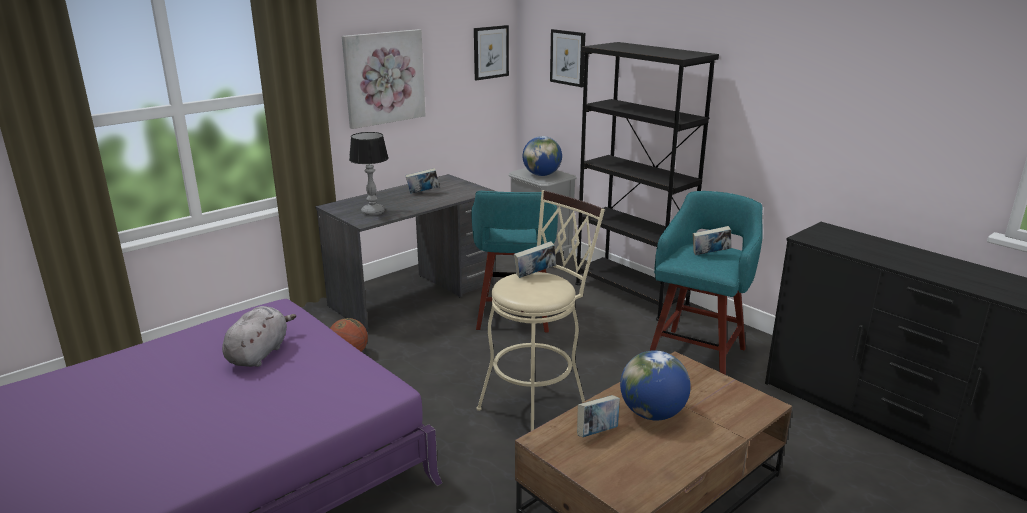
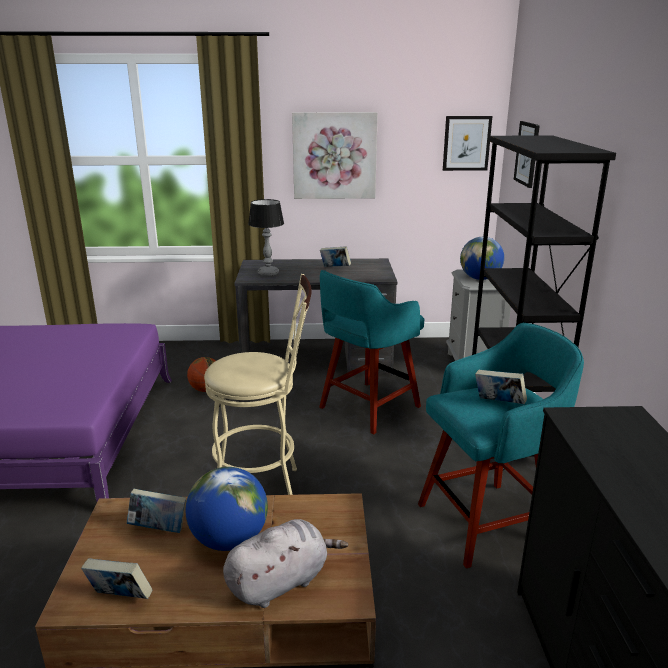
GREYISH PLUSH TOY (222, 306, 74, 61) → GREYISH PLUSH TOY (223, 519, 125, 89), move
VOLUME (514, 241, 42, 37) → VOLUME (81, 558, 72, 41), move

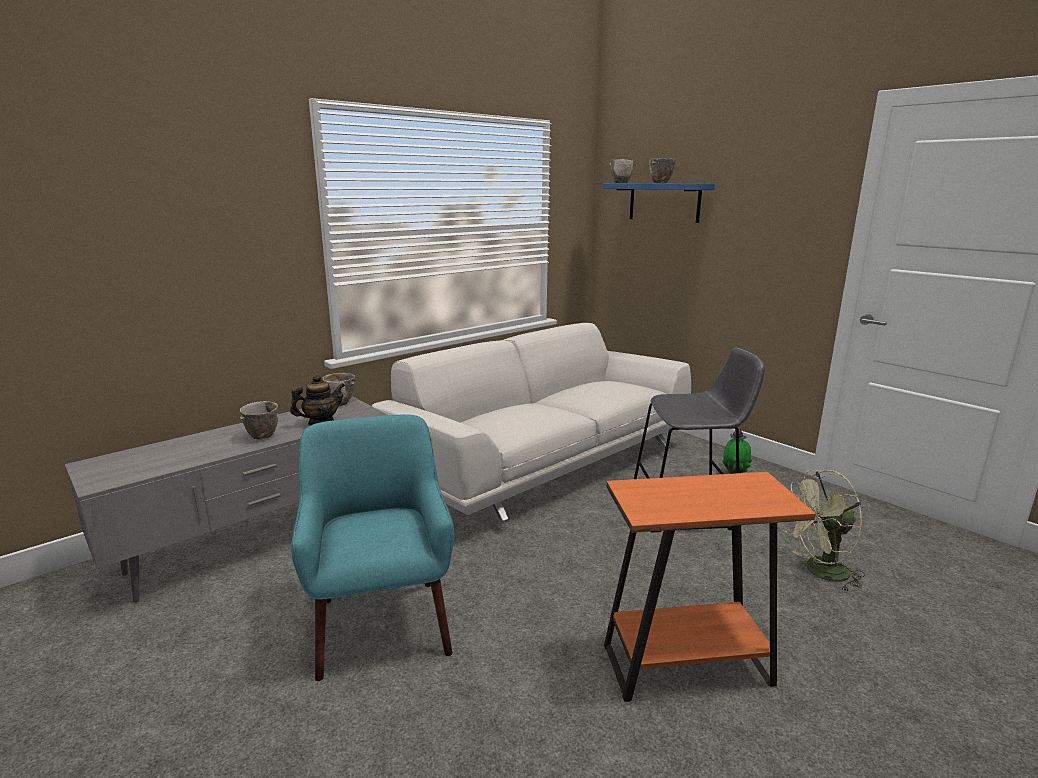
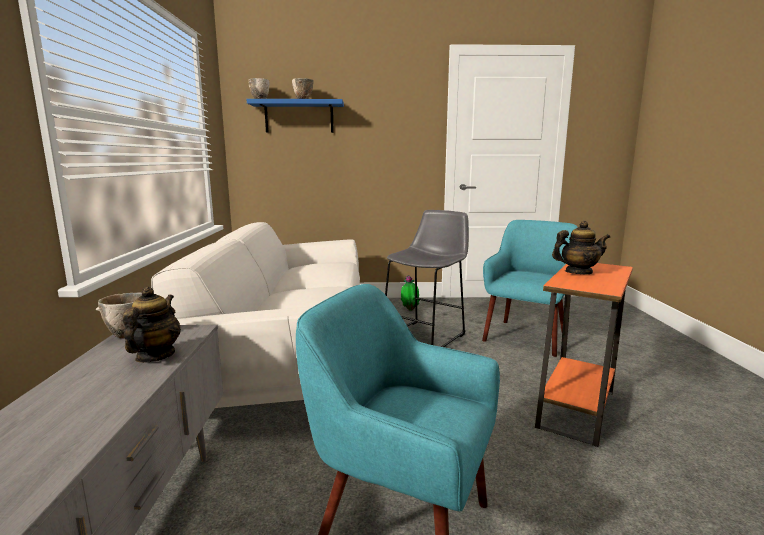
BOWL (240, 401, 38, 38) → -
- → TEAPOT (552, 221, 58, 53)
GREENISH ELECTRIC FAN (785, 469, 80, 122) → BLUE-GREEN LOUNGE CHAIR (482, 220, 95, 137)

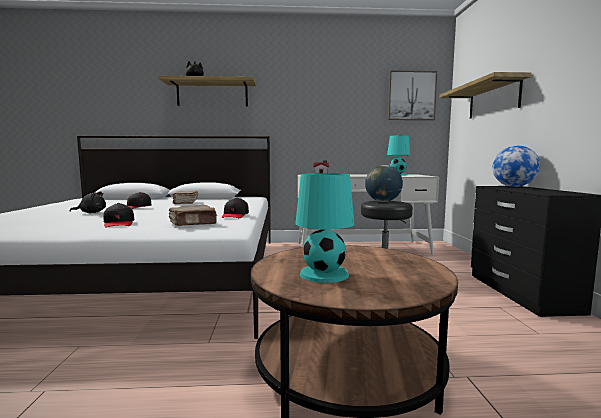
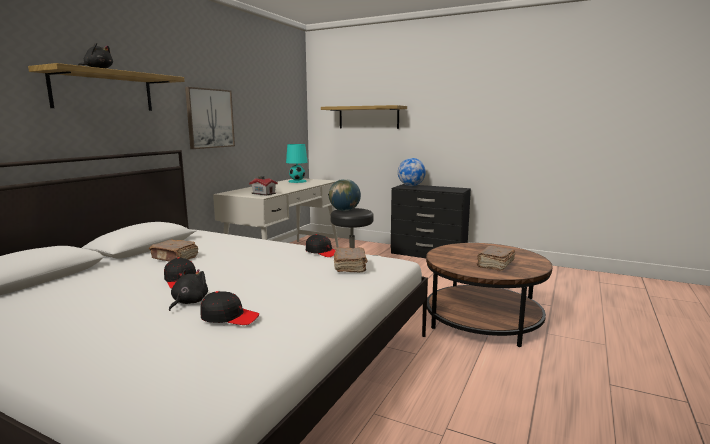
BLACK CAP (103, 203, 31, 25) → BLACK CAP (200, 291, 59, 34), move
WALL PICTURE (388, 70, 49, 50) → WALL PICTURE (185, 87, 50, 62), move
BLUE-GREEN TABLE LAMP (295, 173, 59, 110) → BROWN VOLUME (477, 246, 38, 25)

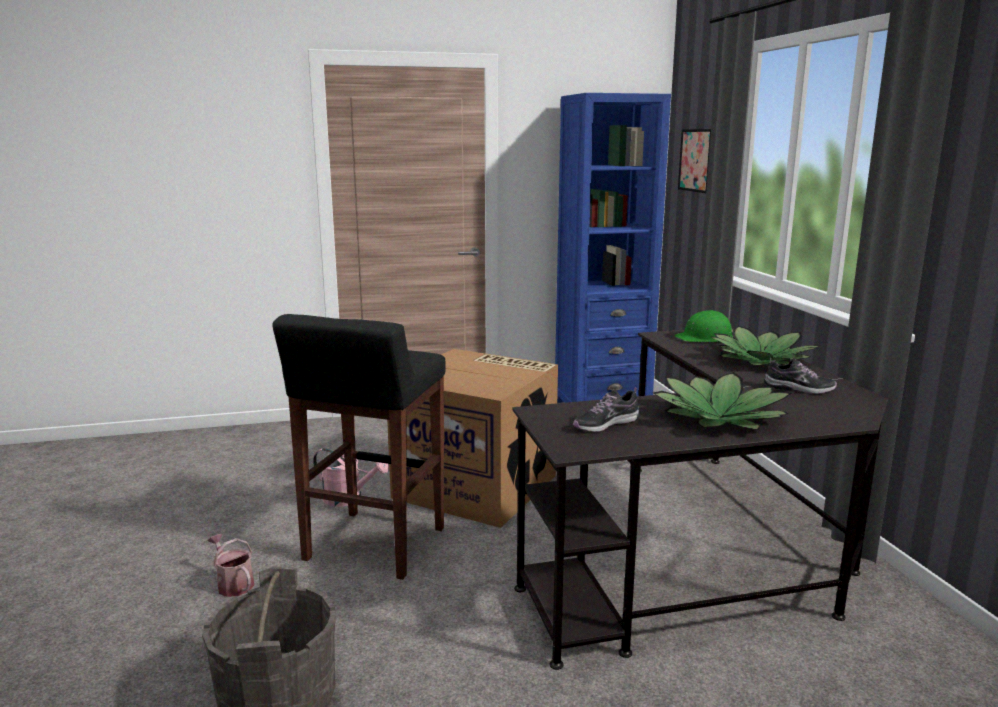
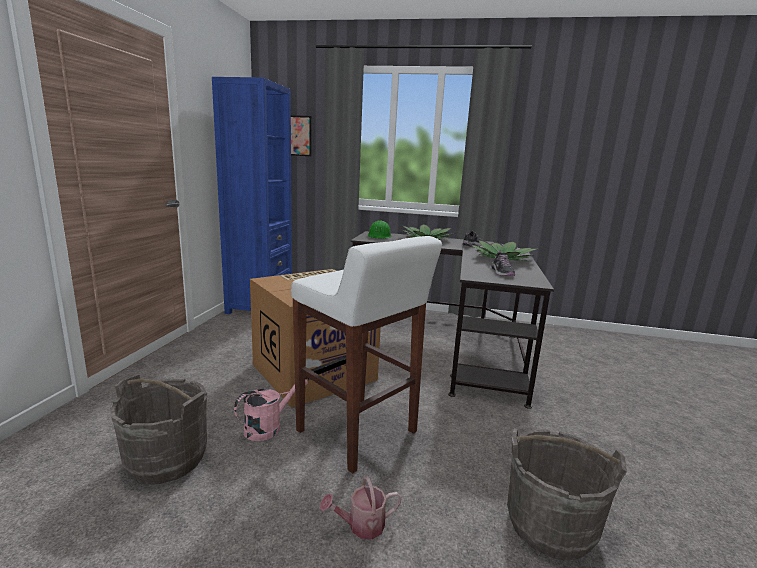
- → GREYISH WATER BUCKET (110, 375, 97, 109)
BLACK SITTING STOOL (272, 314, 174, 266) → WHITE-COLOURED SITTING STOOL (291, 236, 151, 238)

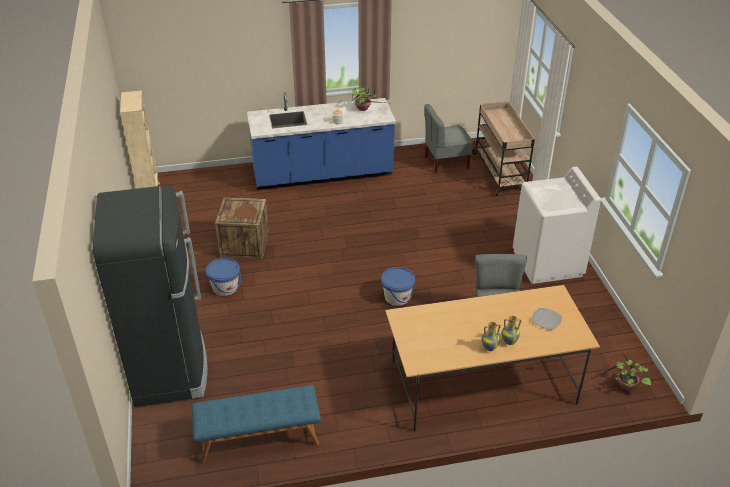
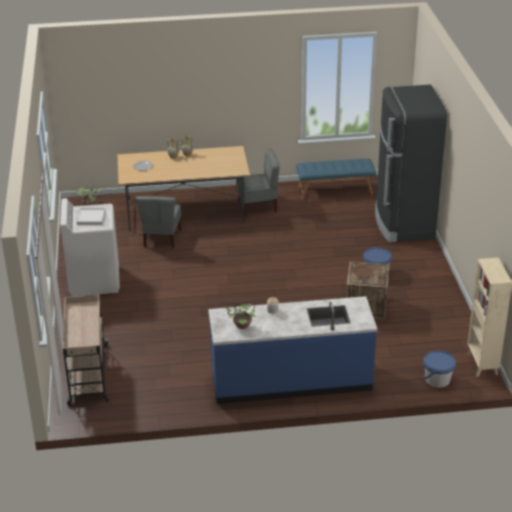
- → WHITE-COLOURED TRAY (76, 208, 30, 17)
BLUE WATER BUCKET (381, 267, 34, 39) → BLUE WATER BUCKET (423, 351, 33, 37), move
GREYISH PLAIN CHAIR (424, 104, 49, 69) → GREYISH PLAIN CHAIR (237, 148, 43, 69), move

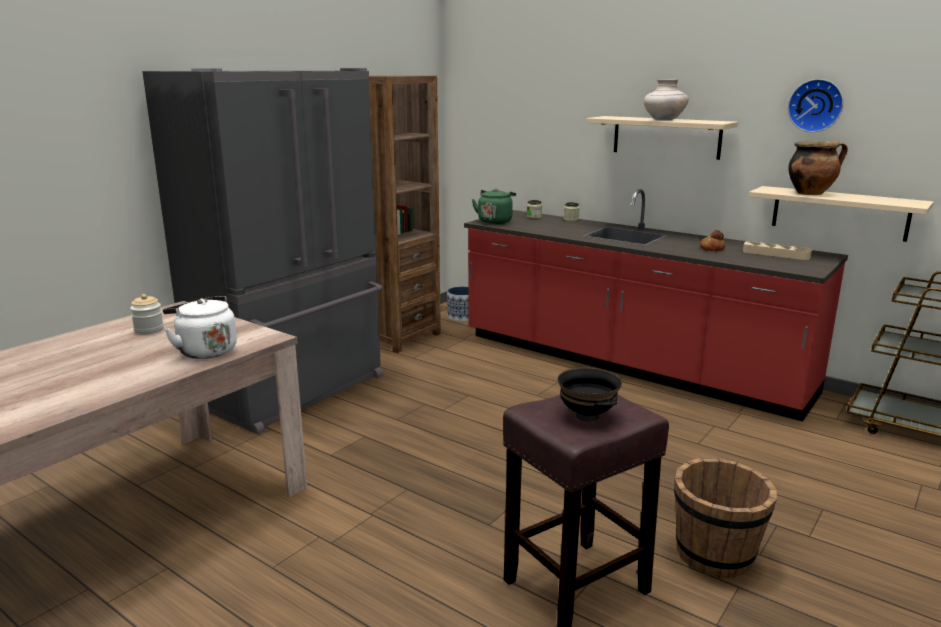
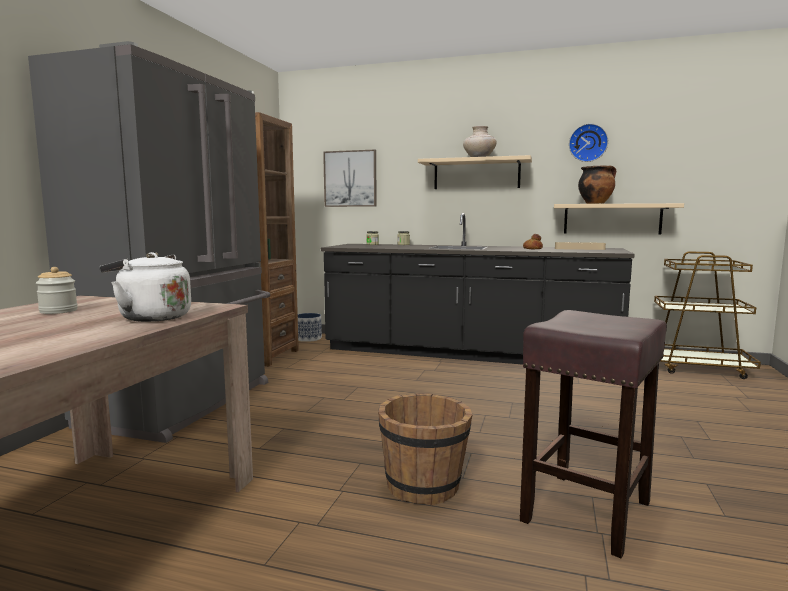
GREENISH KETTLE (472, 189, 44, 35) → -
BLACK BOWL (558, 368, 64, 53) → -
- → WALL PICTURE (323, 150, 54, 57)
BROWN WATER BUCKET (674, 458, 103, 120) → BROWN WATER BUCKET (378, 393, 94, 112), move
RED-COLOURED KITCHEN COUNTER (464, 189, 384, 233) → BLACK KITCHEN COUNTER (321, 213, 313, 152)

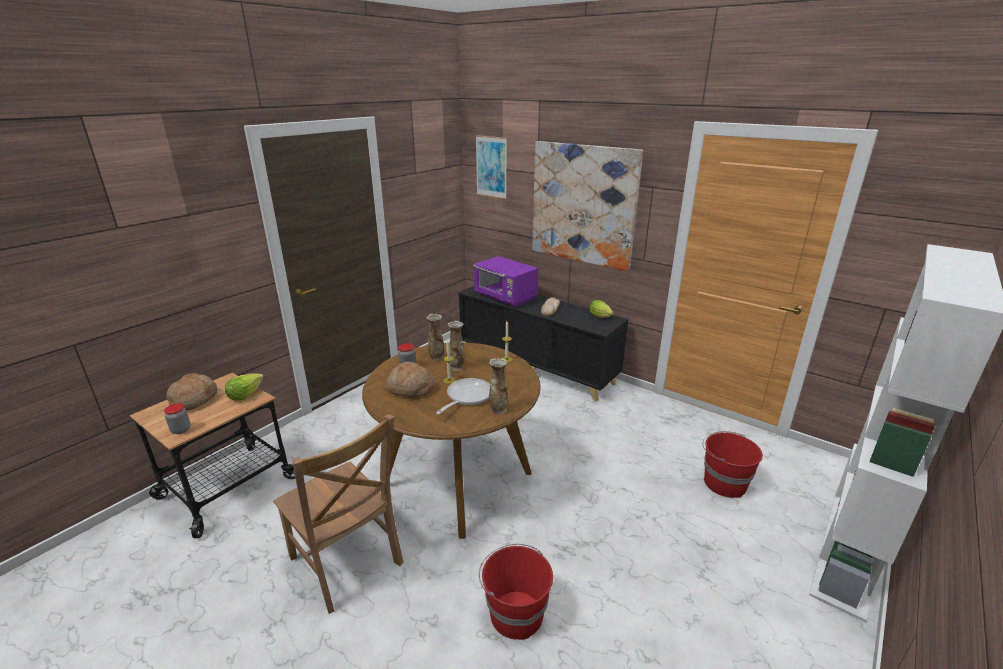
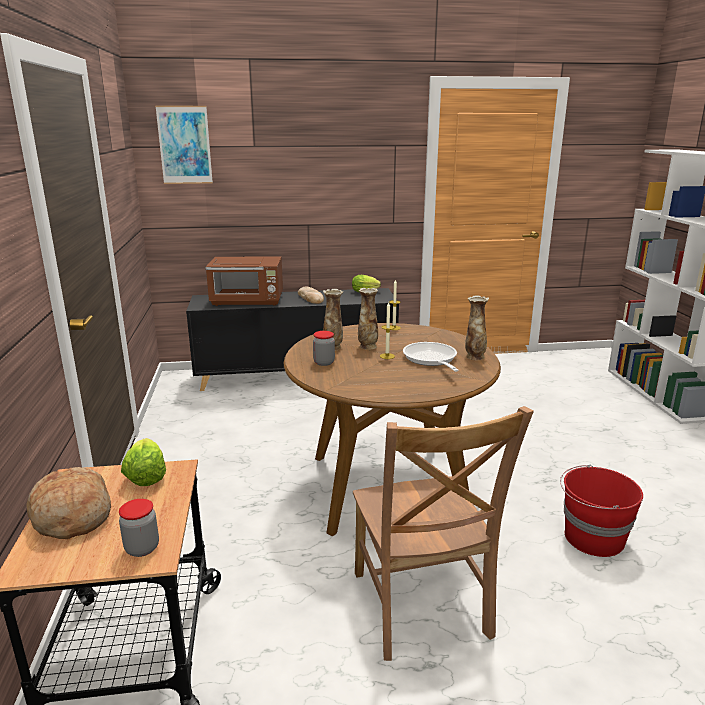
BREAD (386, 362, 49, 35) → -
WALL PICTURE (532, 141, 111, 130) → -
RED-COLOURED WATER BUCKET (703, 431, 60, 67) → -
PURPLE MICROWAVE (473, 256, 65, 51) → BROWN MICROWAVE (206, 257, 77, 49)
BROWN PLAIN CHAIR (273, 414, 130, 200) → BROWN PLAIN CHAIR (353, 406, 181, 255), 75 degrees clockwise

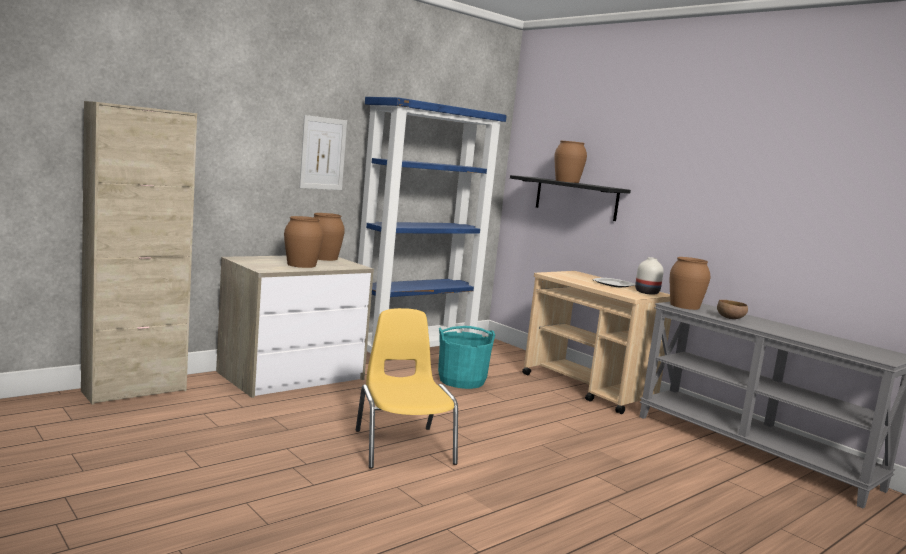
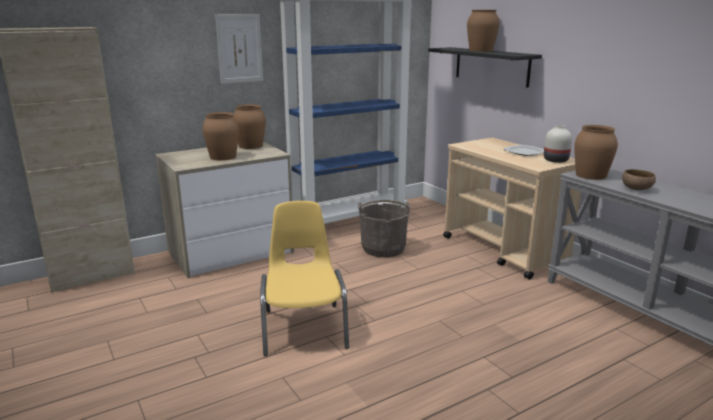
BLUE-GREEN WATER BUCKET (438, 326, 57, 63) → GREYISH WATER BUCKET (358, 200, 52, 57)

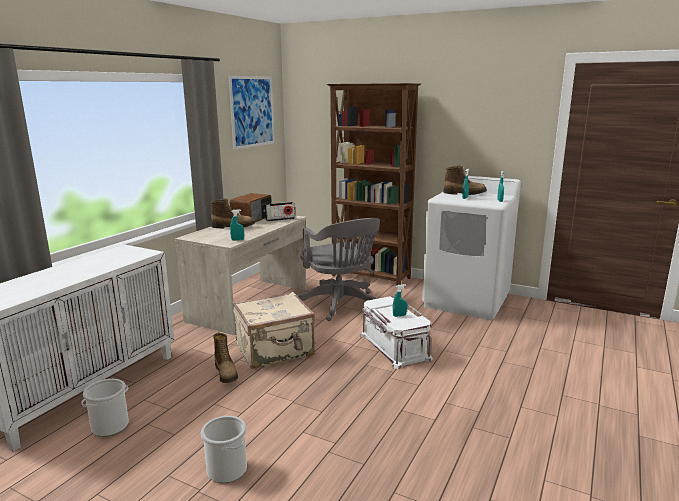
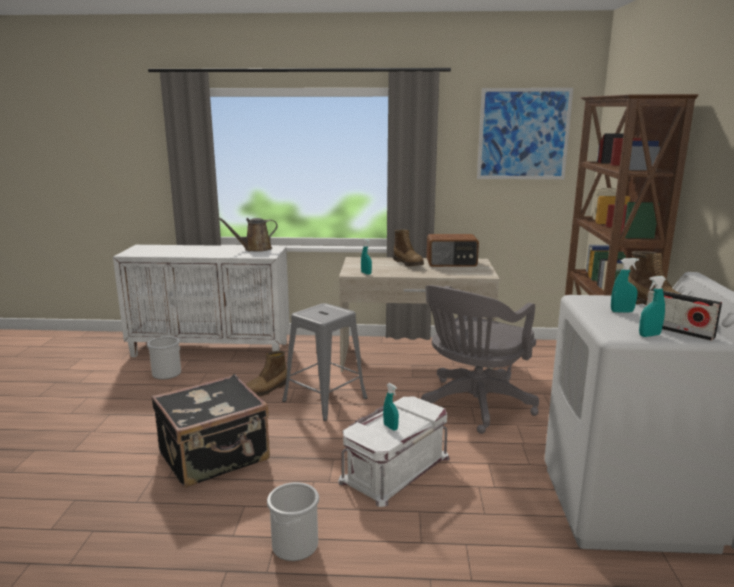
- → BLACK TRAVEL CASE (151, 374, 119, 114)
- → BROWN WATERING POT (217, 217, 61, 34)
WATER BUCKET (201, 416, 46, 67) → WATER BUCKET (267, 482, 52, 79), move
RADIO RECEIVER (265, 202, 30, 19) → RADIO RECEIVER (646, 289, 76, 52), move
BEIGE-COLOURED TRAVEL CASE (232, 292, 83, 77) → GREYISH SITTING STOOL (282, 303, 85, 118)

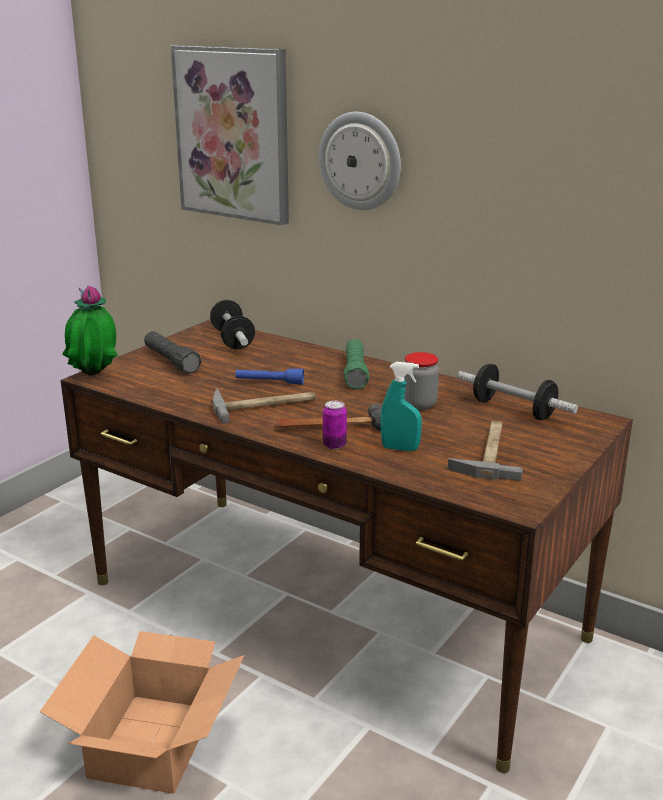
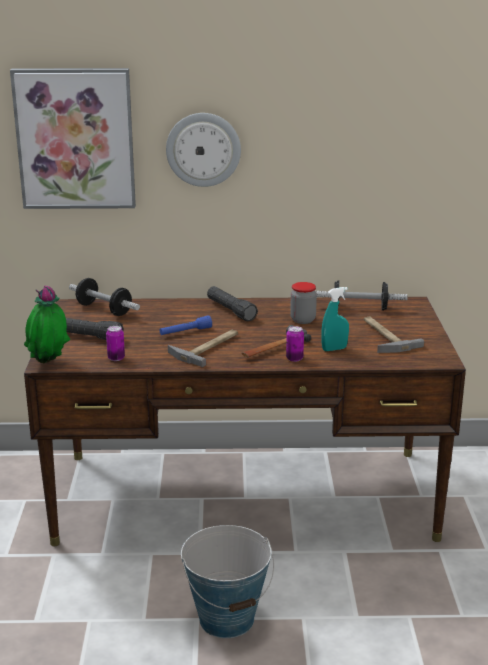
- → SEALED CAN (106, 326, 19, 35)
CARTON (40, 631, 204, 162) → WATER BUCKET (181, 525, 93, 113)
GREENISH HAND TORCH (344, 339, 25, 50) → BLACK HAND TORCH (207, 286, 51, 35)

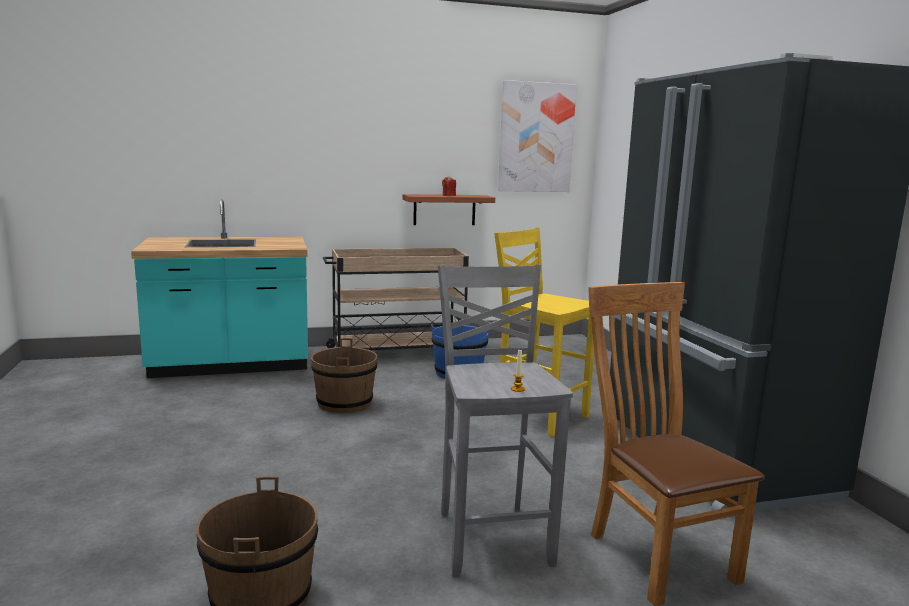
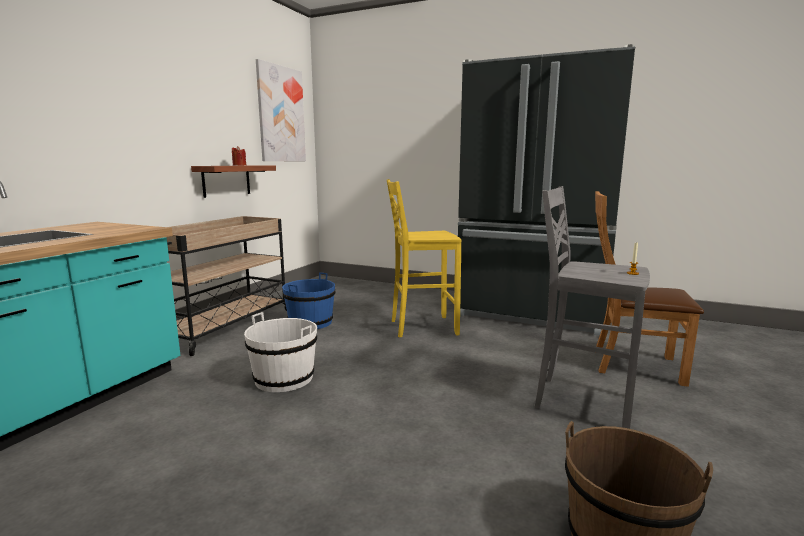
BROWN WATER BUCKET (311, 338, 67, 75) → WHITE-COLOURED WATER BUCKET (244, 312, 73, 80)

